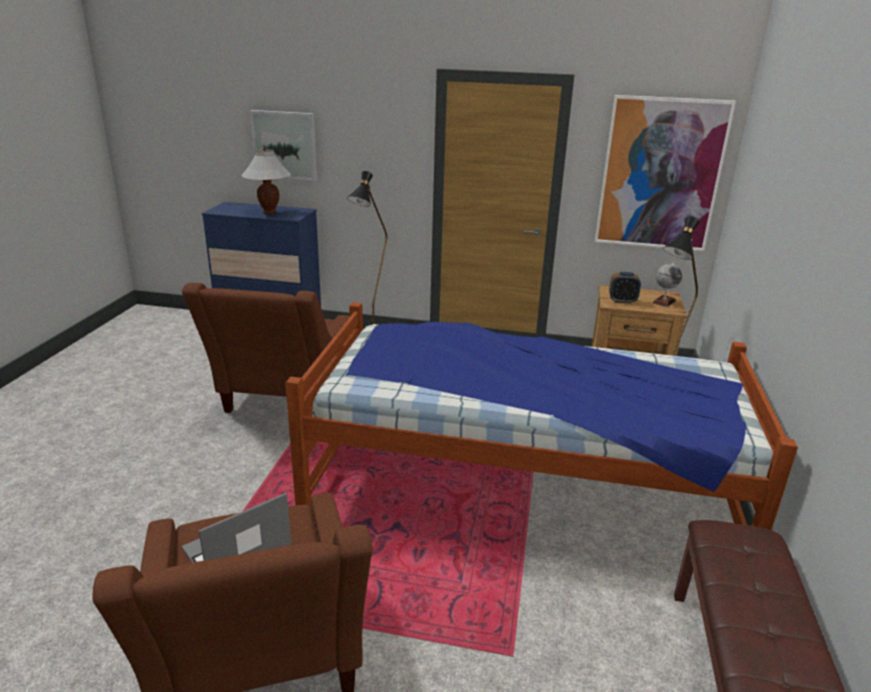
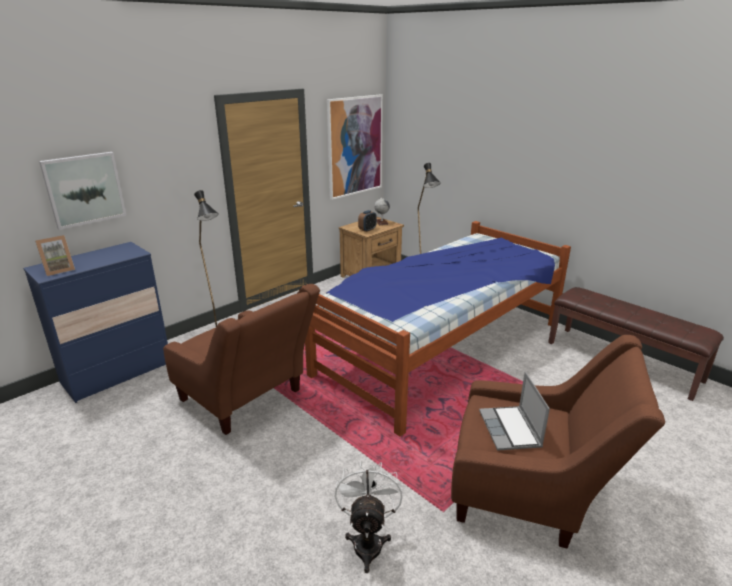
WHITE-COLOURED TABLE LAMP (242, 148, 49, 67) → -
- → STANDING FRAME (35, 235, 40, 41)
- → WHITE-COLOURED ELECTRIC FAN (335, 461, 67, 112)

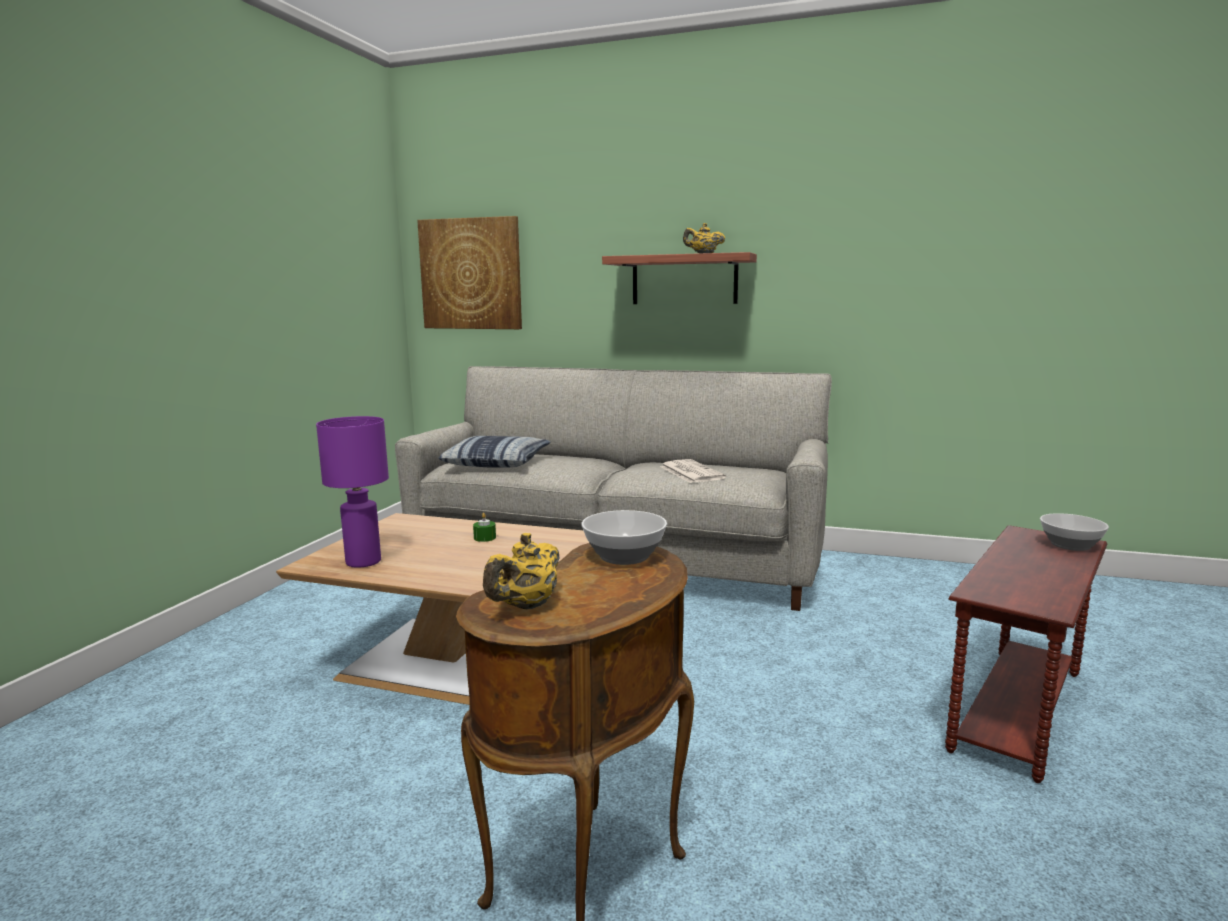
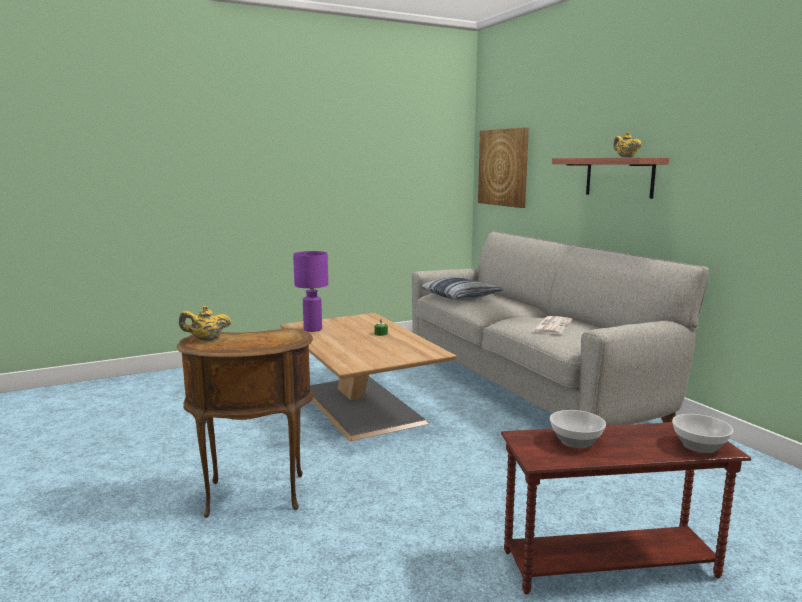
BOWL (581, 510, 86, 55) → BOWL (550, 410, 56, 38), move

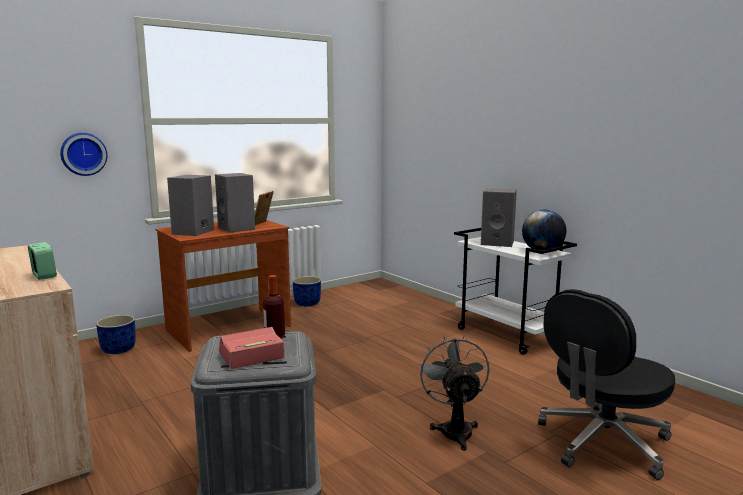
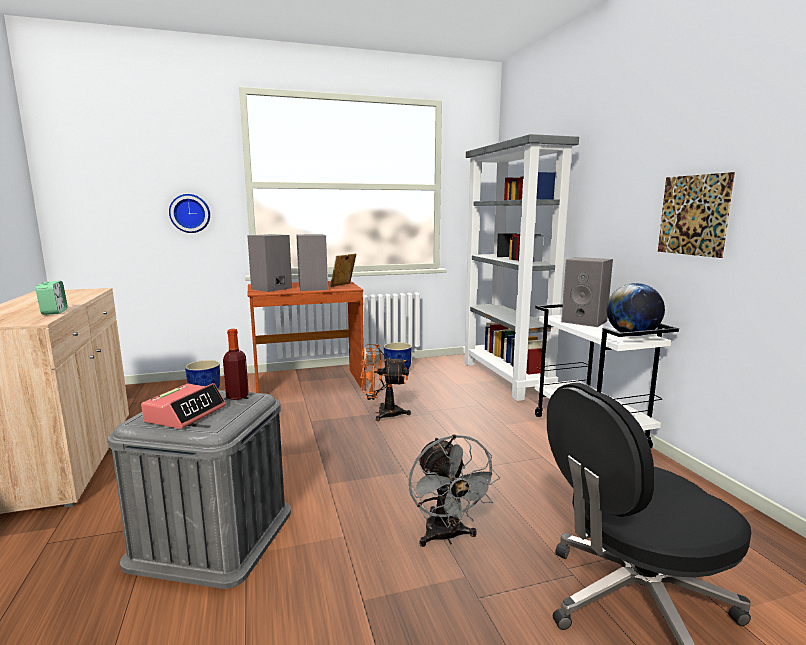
- → ORANGE-COLOURED ELECTRIC FAN (360, 344, 51, 77)
- → GREYISH BOOKCASE (462, 134, 117, 267)
- → WALL PICTURE (658, 172, 77, 86)
ALARM CLOCK (219, 327, 66, 42) → ALARM CLOCK (141, 383, 85, 46), 120 degrees clockwise
GREYISH ELECTRIC FAN (418, 335, 71, 116) → GREYISH ELECTRIC FAN (409, 434, 91, 113), 150 degrees clockwise

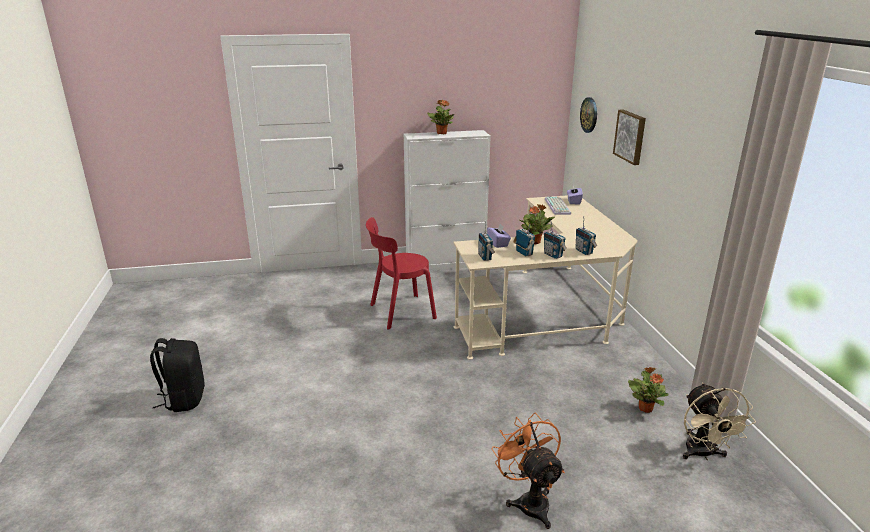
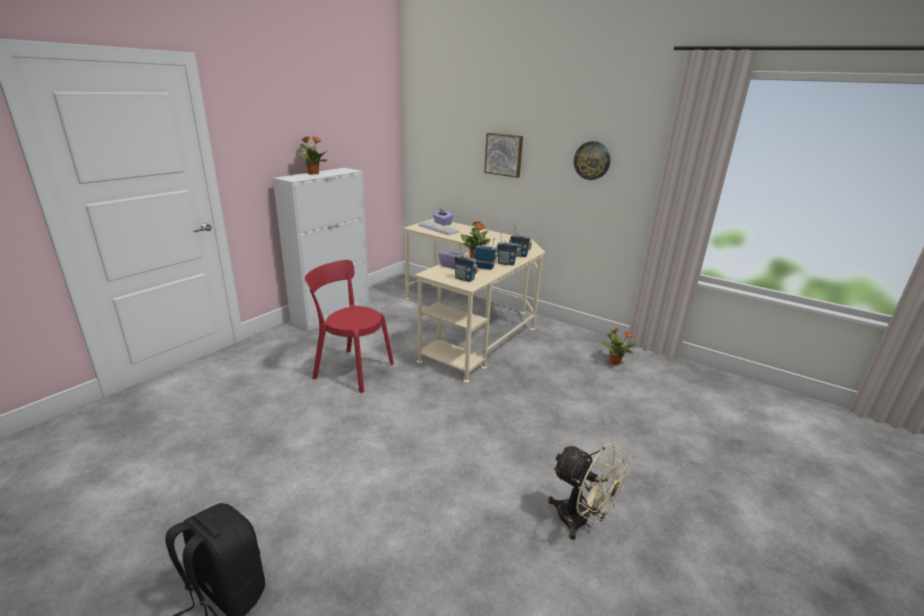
ORANGE-COLOURED ELECTRIC FAN (491, 413, 74, 116) → -
HANGING CLOCK (580, 97, 17, 36) → HANGING CLOCK (574, 141, 37, 39), move
BEIGE-COLOURED ELECTRIC FAN (683, 383, 73, 77) → BEIGE-COLOURED ELECTRIC FAN (548, 443, 83, 97), move
RED-COLOURED PLAIN CHAIR (366, 217, 71, 113) → RED-COLOURED PLAIN CHAIR (305, 260, 89, 133), 90 degrees clockwise

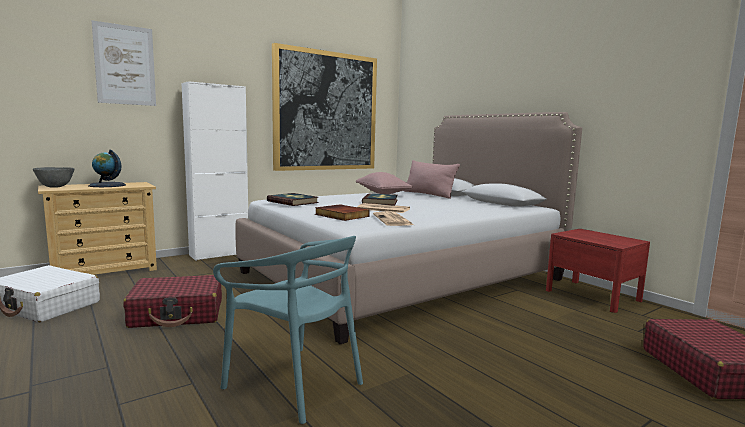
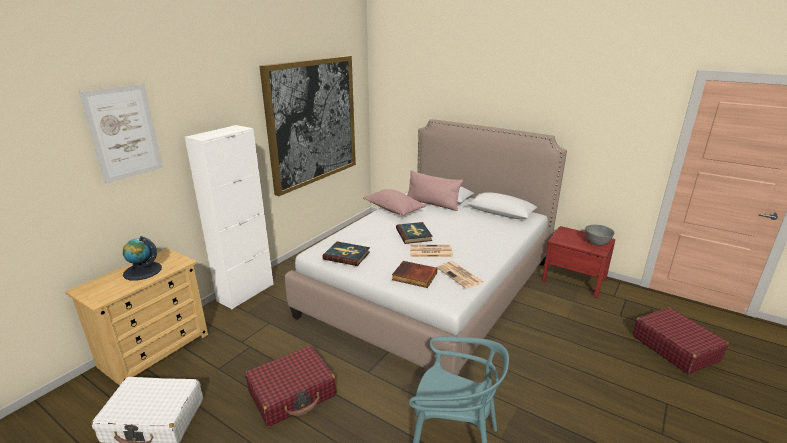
GREYISH BOWL (33, 167, 42, 21) → GREYISH BOWL (585, 225, 30, 21), move

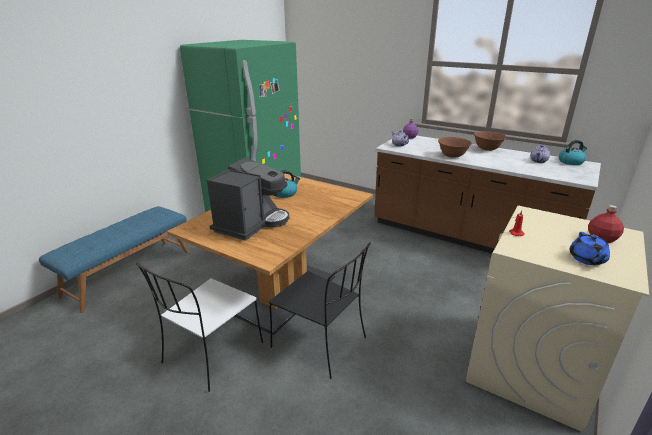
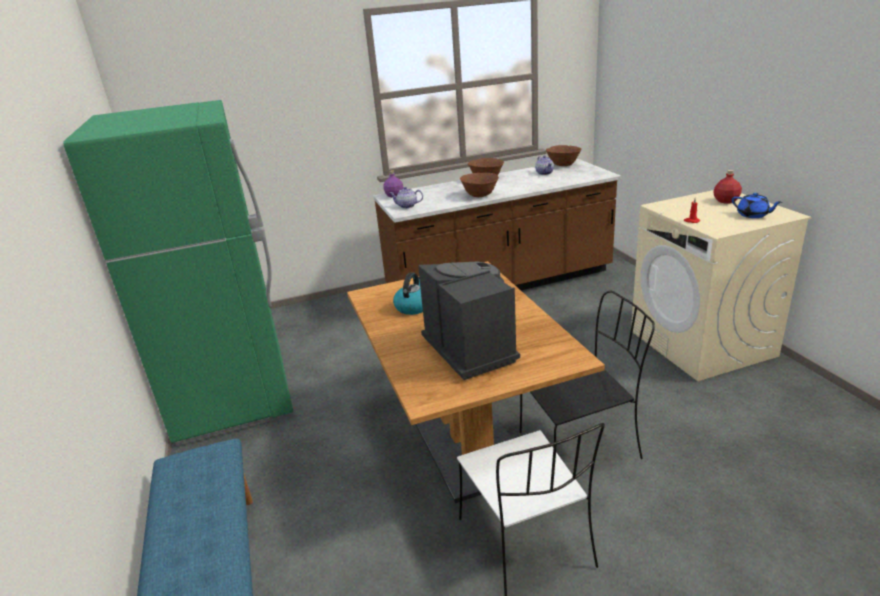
KETTLE (559, 140, 28, 25) → BROWN BOWL (546, 145, 36, 21)

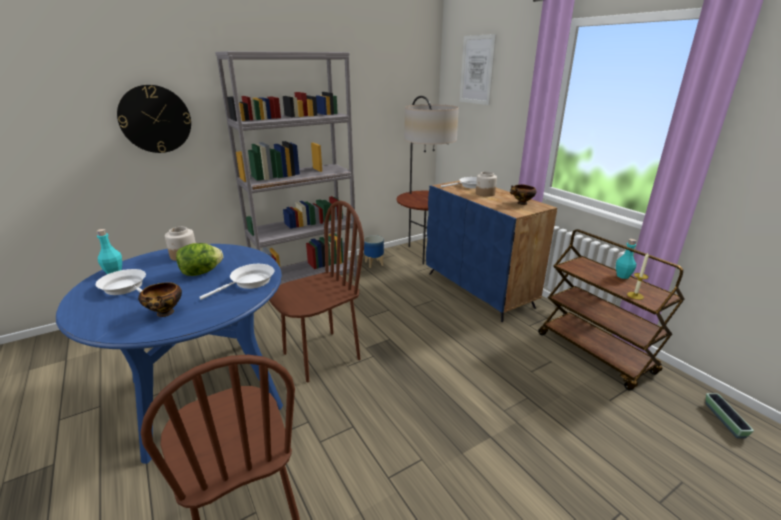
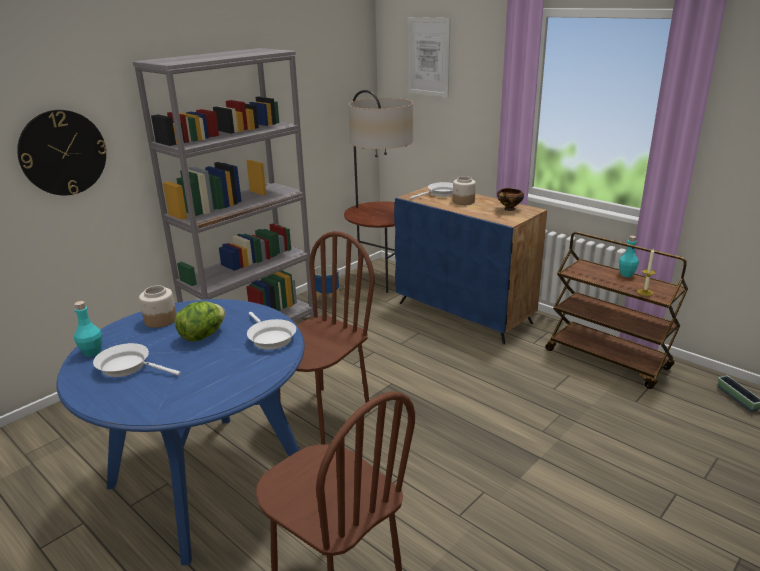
BOWL (138, 282, 44, 35) → -
WHITE-COLOURED FRYING PAN (199, 264, 75, 36) → WHITE-COLOURED FRYING PAN (247, 312, 49, 38), 120 degrees clockwise

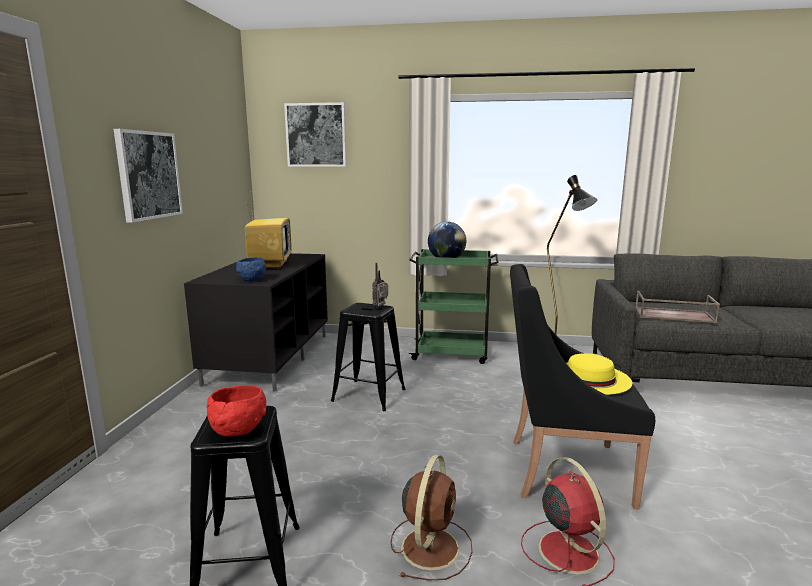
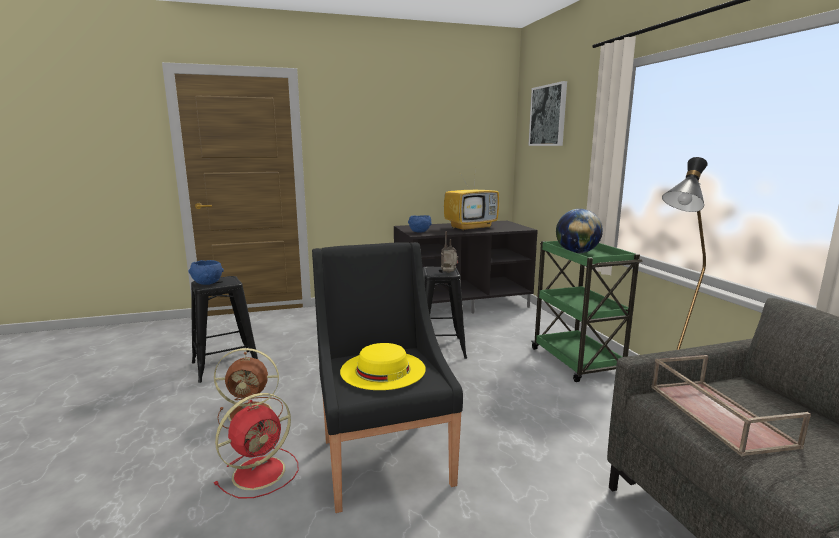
WALL PICTURE (114, 129, 69, 94) → -
RED-COLOURED BOWL (207, 385, 59, 52) → BLUE BOWL (188, 260, 36, 25)

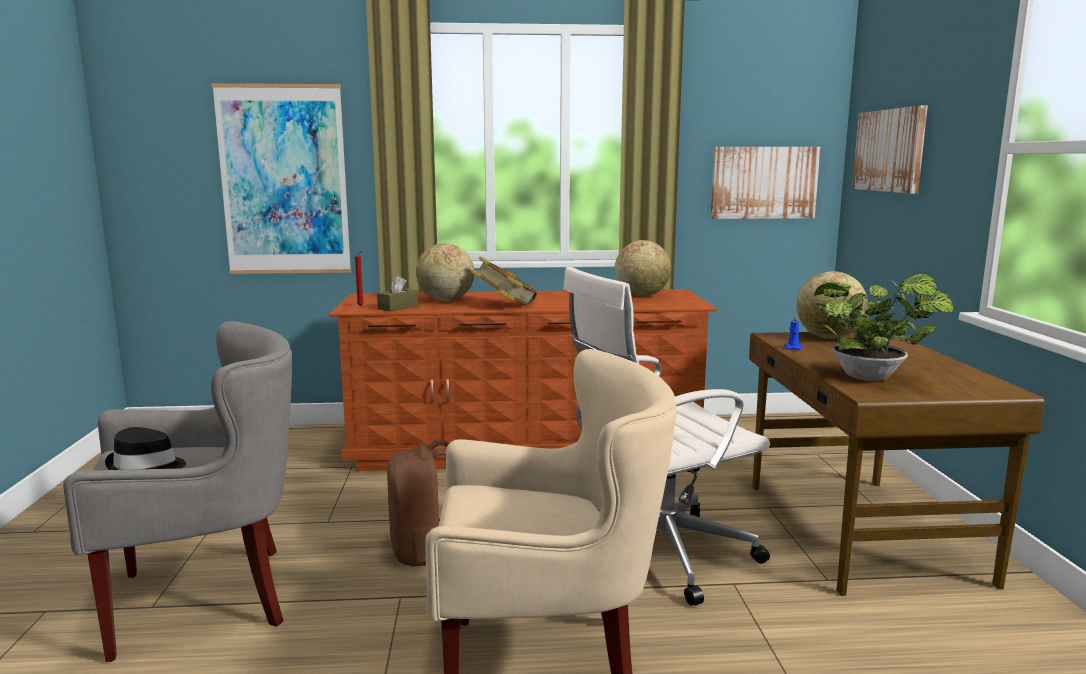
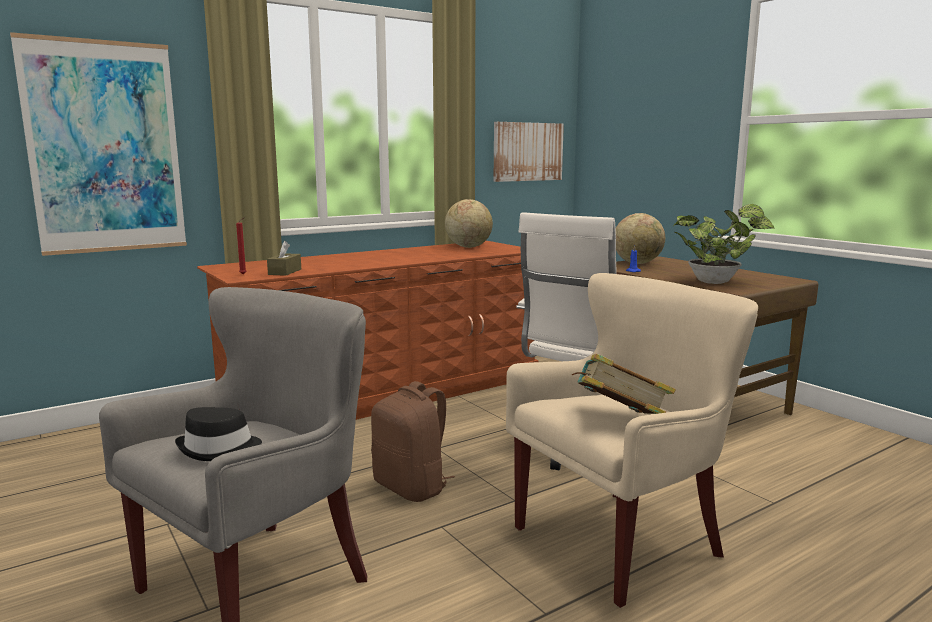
DESK GLOBE (416, 243, 58, 59) → -
WALL PICTURE (852, 106, 76, 88) → -
VOLUME (471, 256, 66, 50) → VOLUME (572, 353, 104, 61), move

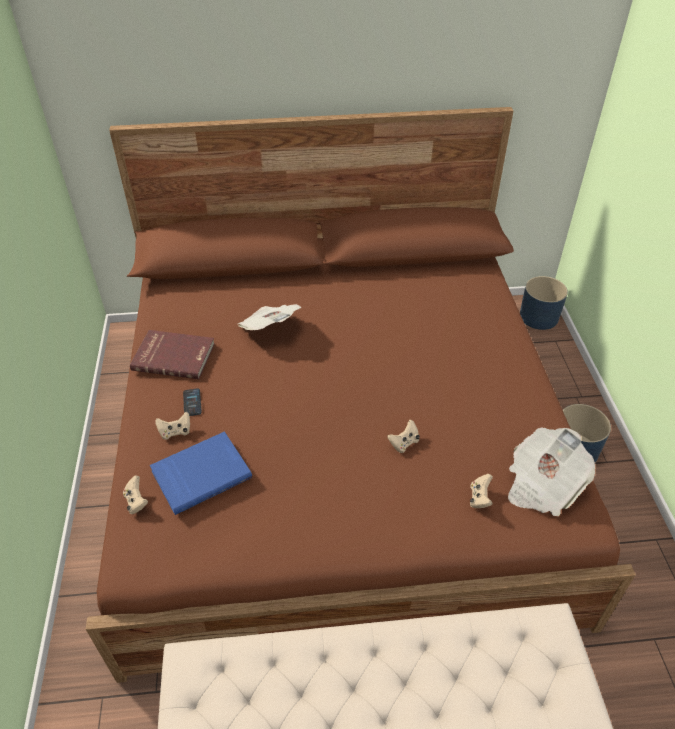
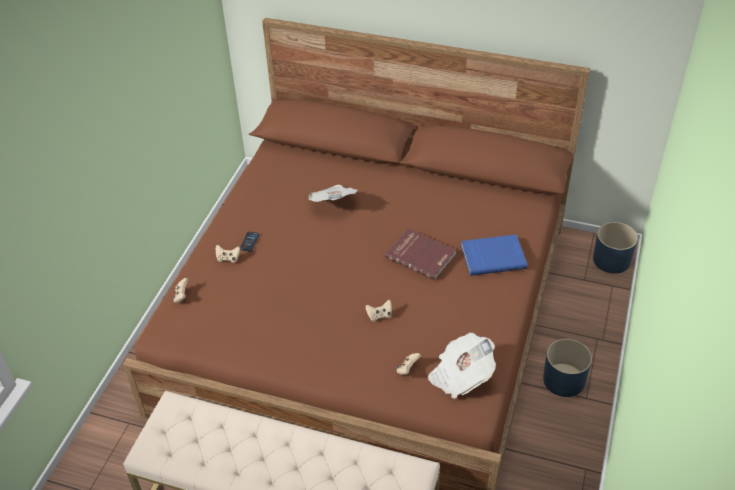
RED-COLOURED VOLUME (130, 330, 85, 49) → RED-COLOURED VOLUME (385, 228, 72, 52), move
BLUE VOLUME (150, 431, 102, 84) → BLUE VOLUME (461, 235, 67, 41), move

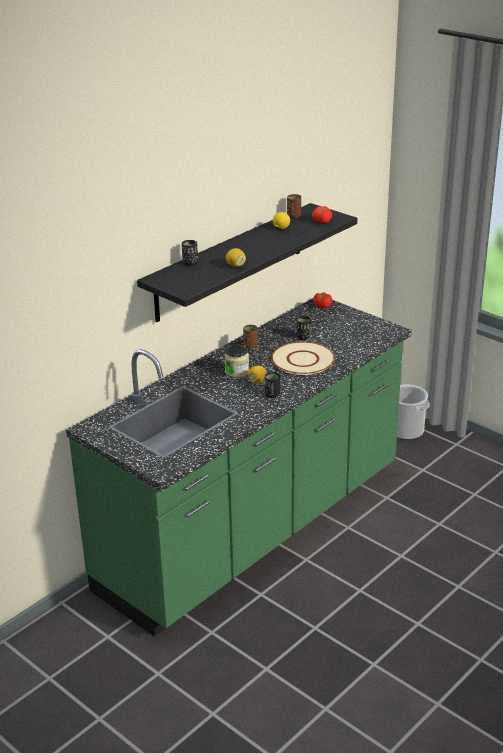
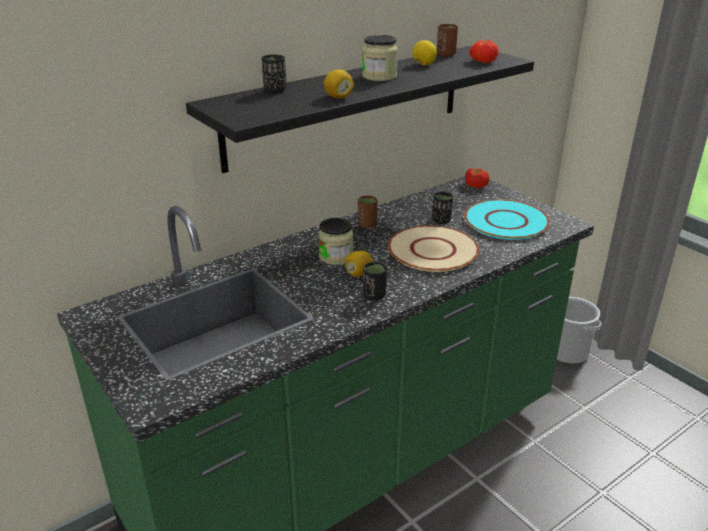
- → JAR (362, 35, 36, 46)
- → BLUE-GREEN DINNER PLATE (464, 200, 86, 40)

